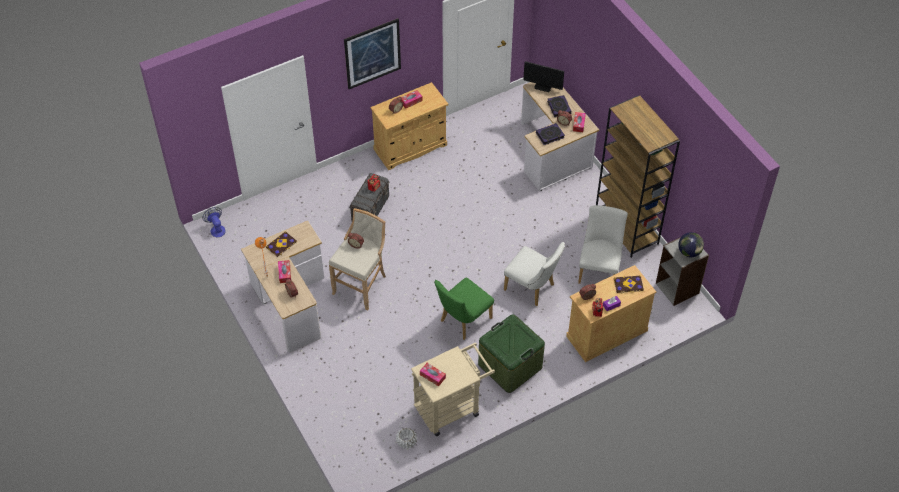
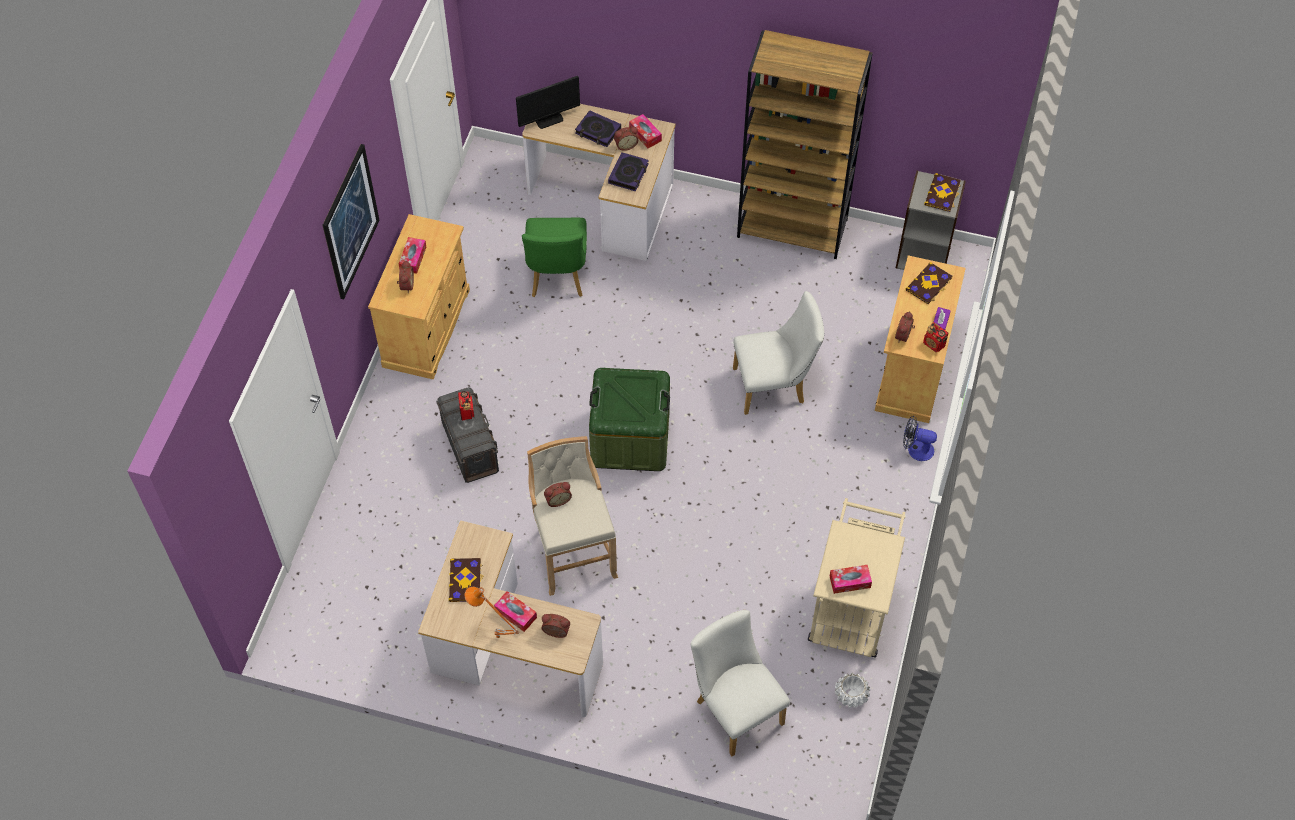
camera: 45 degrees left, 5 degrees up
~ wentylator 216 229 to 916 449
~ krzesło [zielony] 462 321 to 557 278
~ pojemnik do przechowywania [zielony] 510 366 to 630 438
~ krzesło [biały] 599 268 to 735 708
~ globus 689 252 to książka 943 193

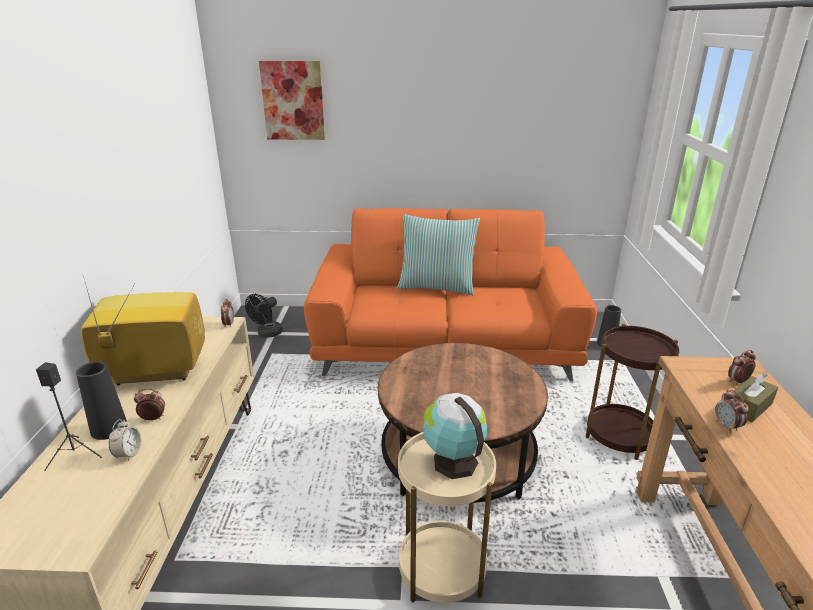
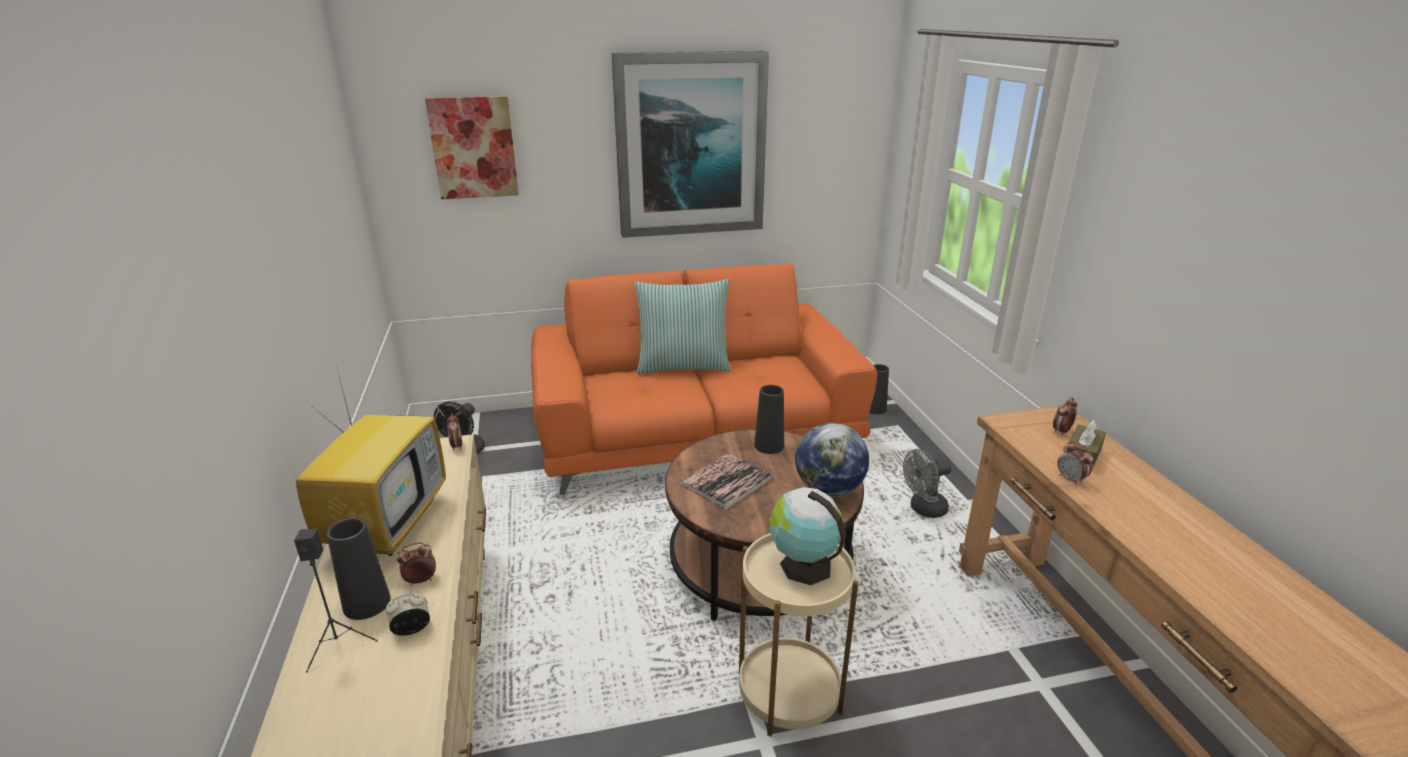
camera: 15 degrees left, 0 degrees up
~ telewizor 153 373 = 388 524 120 degrees clockwise
~ budzik 128 454 = 412 629 105 degrees counterclockwise
~ stolik [brązowy] 620 435 to wentylator [szary] 923 509
+ obraz 690 145
+ książka 726 481
+ wazon [czarny] 769 445
+ globus 828 489

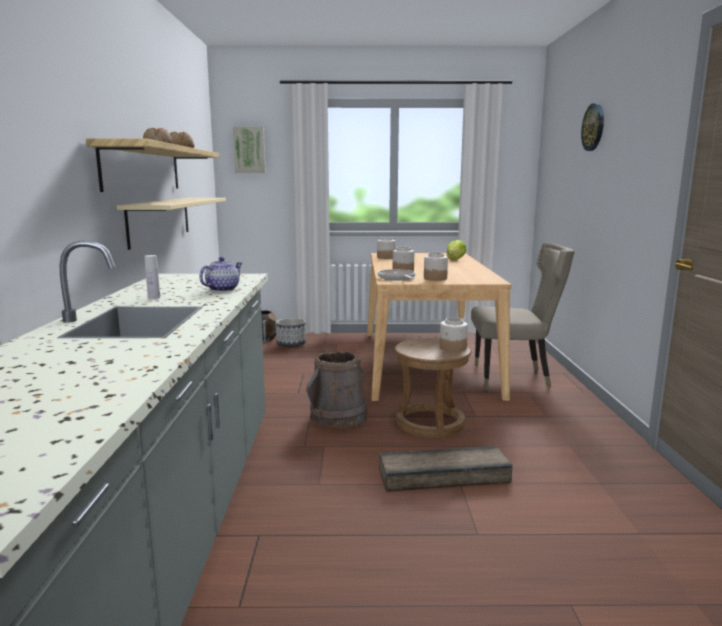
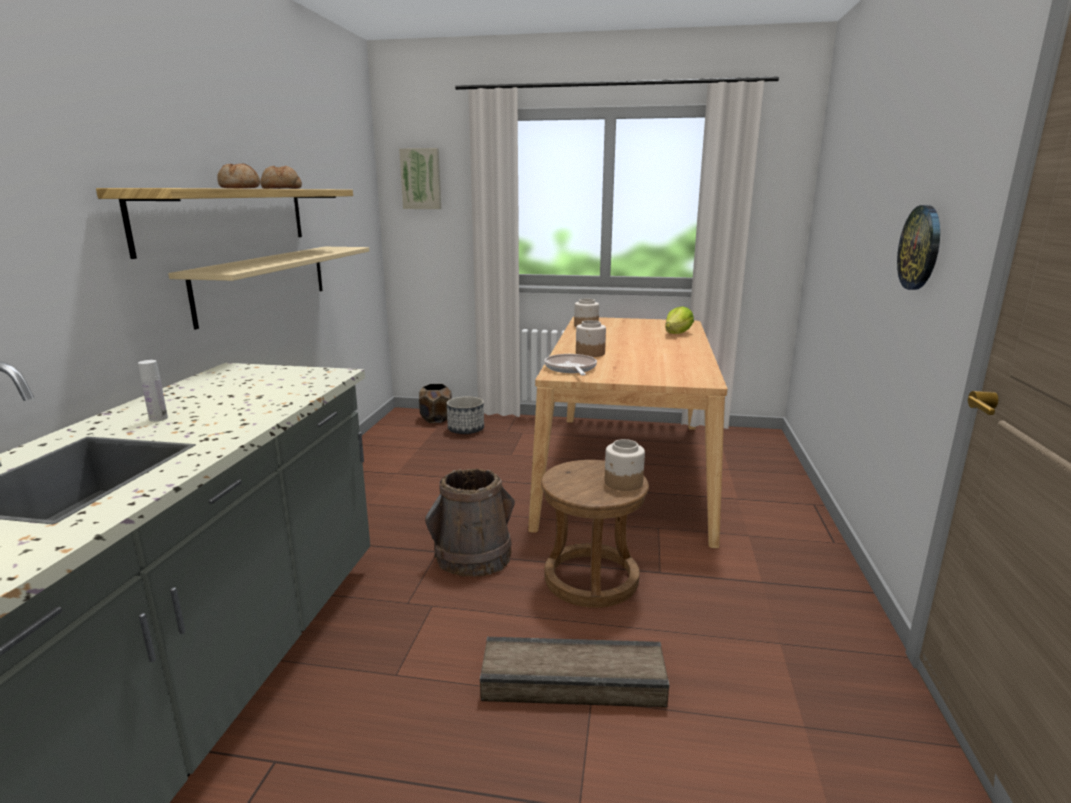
camera: 10 degrees right, 5 degrees up
- imbryk 223 289
- słoik 435 278
- krzesło [beżowy] 514 377
~ zegar ścienny 593 127 to 920 248

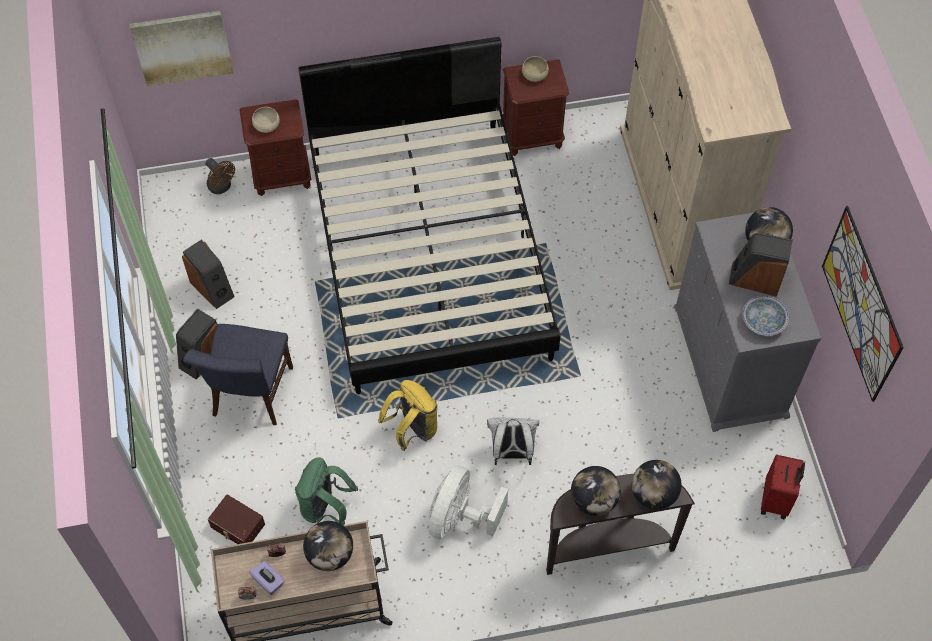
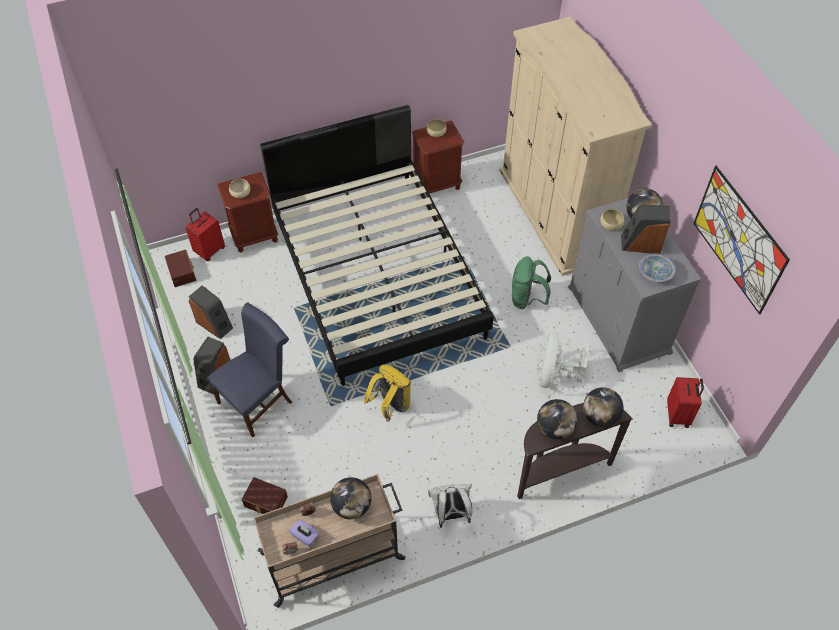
camera: 10 degrees left, 5 degrees down
- obraz 182 47
~ krzesło [niebieski] 251 396 = 259 400 135 degrees counterclockwise
~ wentylator [brązowy] 221 187 to walizka [czerwony] 209 250
~ plecak [zielony] 326 507 to 527 299
~ wentylator [biały] 460 517 to 553 374
~ plecak [biały] 512 453 to 450 514
+ pojemnik do przechowywania [brązowy] 182 272
+ miska [beżowy] 610 224

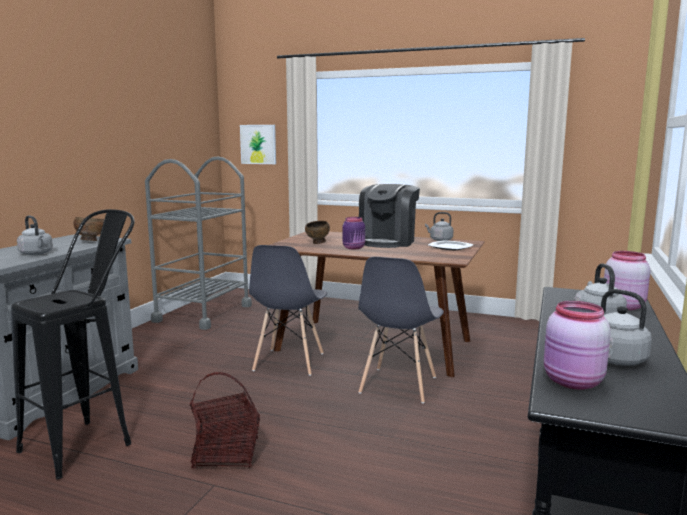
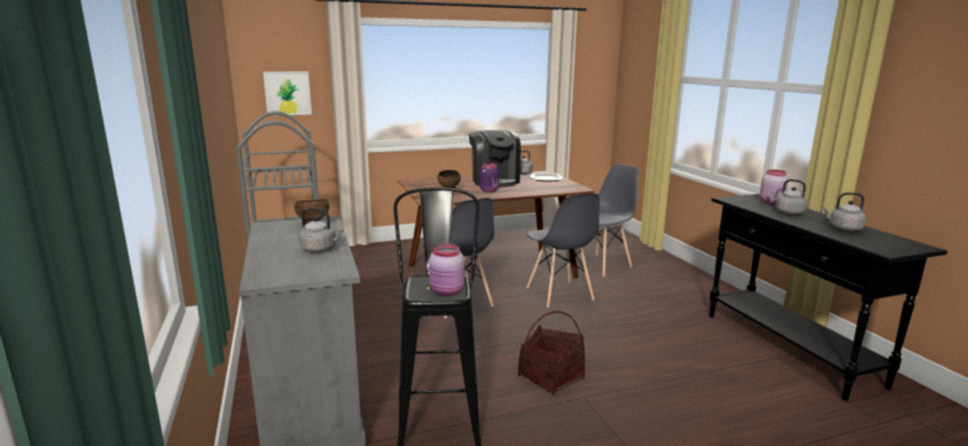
camera: 40 degrees left, 5 degrees up
~ słoik [różowy] 573 382 to 447 292
+ krzesło [szary] 600 265

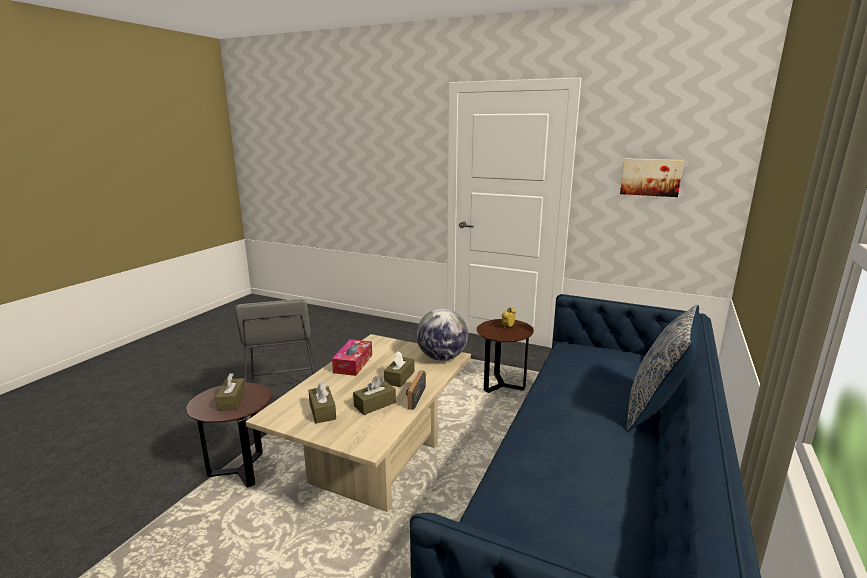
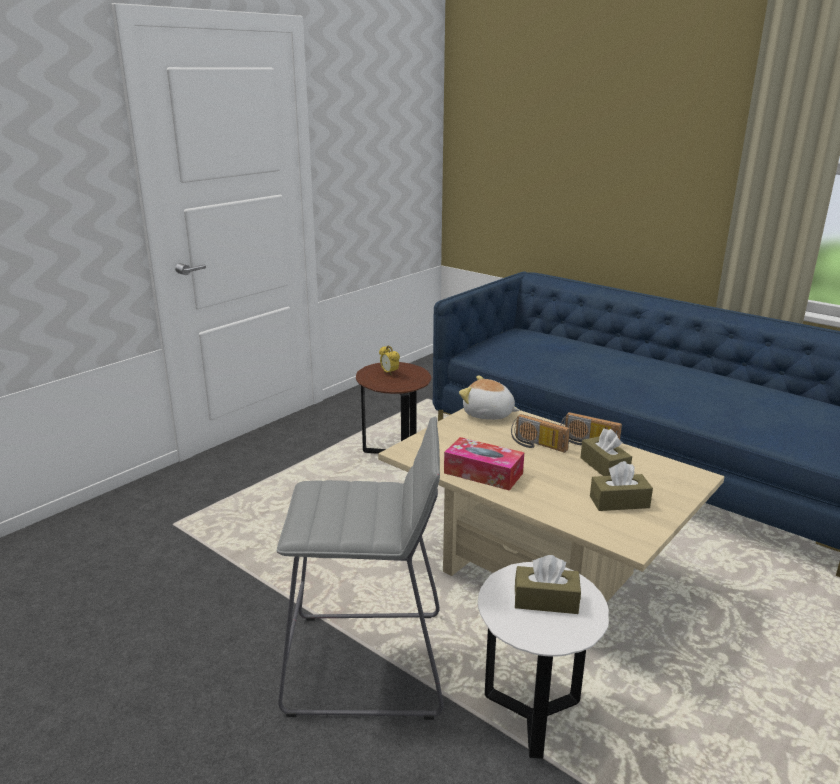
camera: 75 degrees left, 5 degrees up
~ stolik [brązowy] 240 472 to stolik [biały] 532 718
~ pudełko chusteczek [brązowy] 399 377 to radio 537 445
~ globus 441 358 to pluszak 488 414
- obraz 650 177
- poduszka 656 410

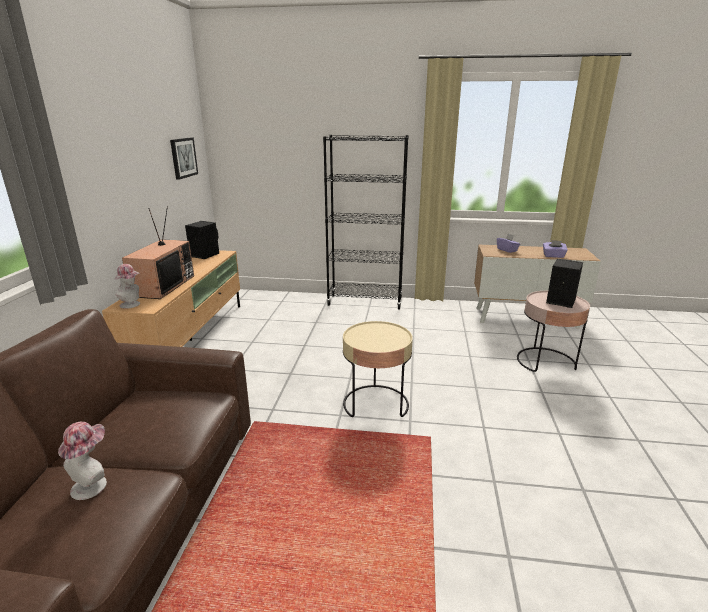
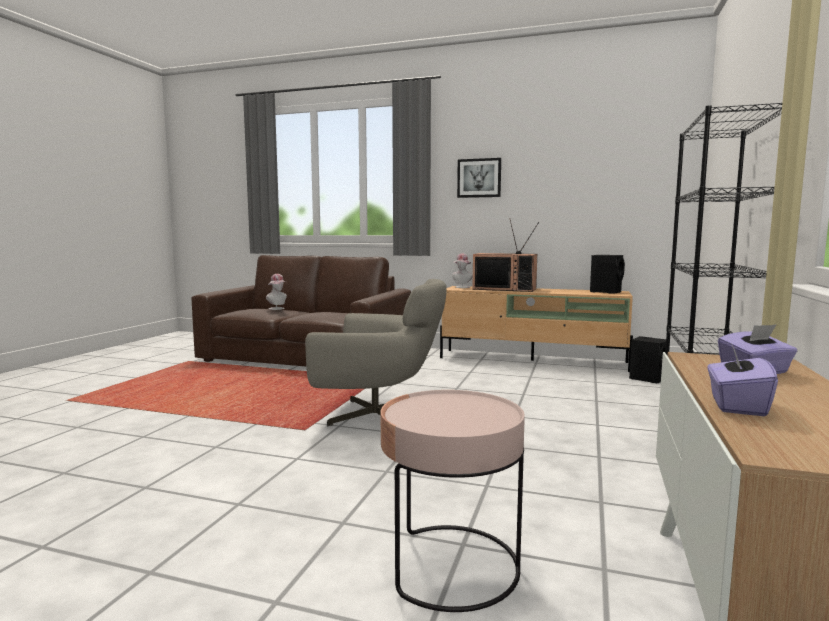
camera: 100 degrees right, 15 degrees down
~ obraz 183 157 to 479 178
~ stolik [beżowy] 376 404 to fotel [szary] 379 415
~ głośnik [czarny] 559 301 to 647 378

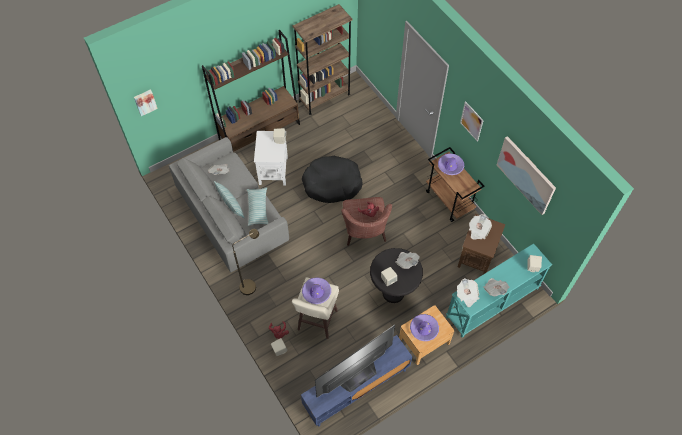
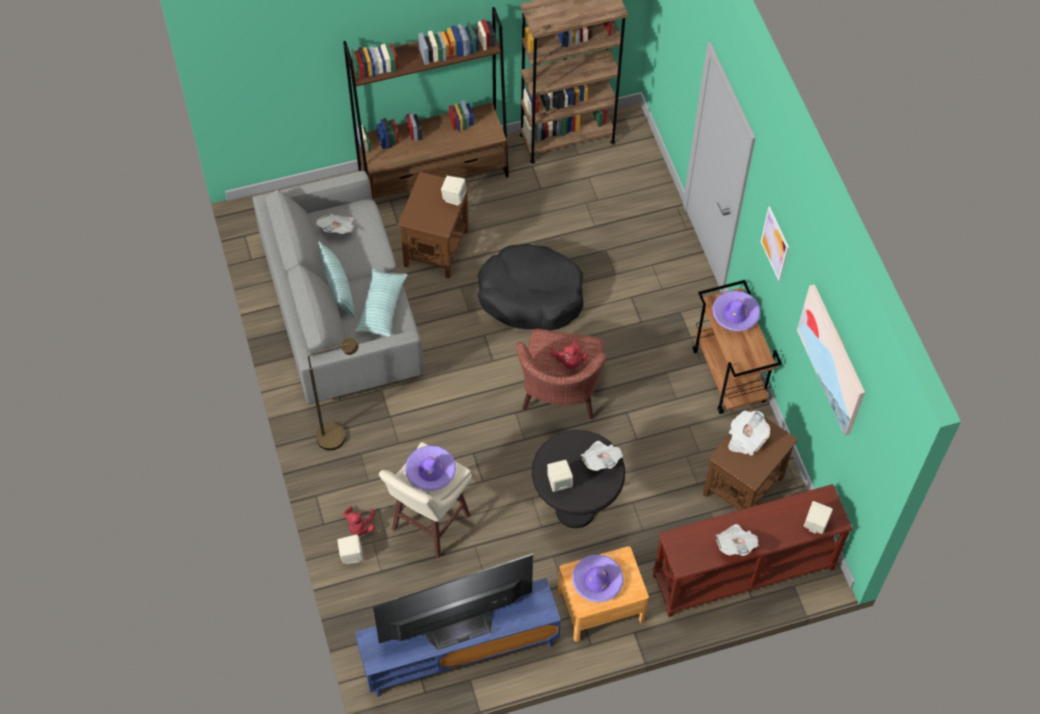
camera: 15 degrees right, 0 degrees up
- obraz 145 102
~ stolik [biały] 273 171 to stolik [brązowy] 436 248
~ stolik konsolowy [turkusowy] 492 303 to stolik konsolowy [brązowy] 743 573
- gazeta 467 295

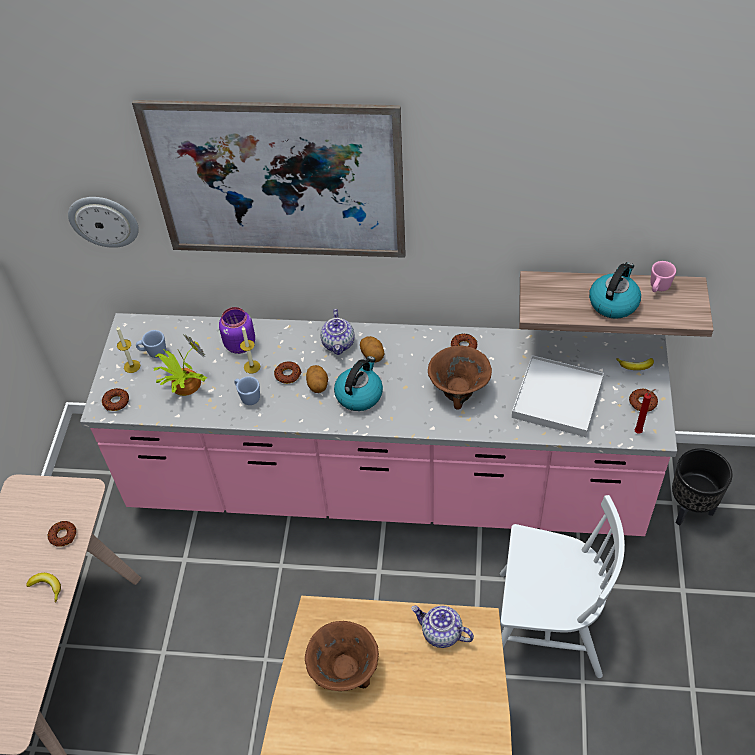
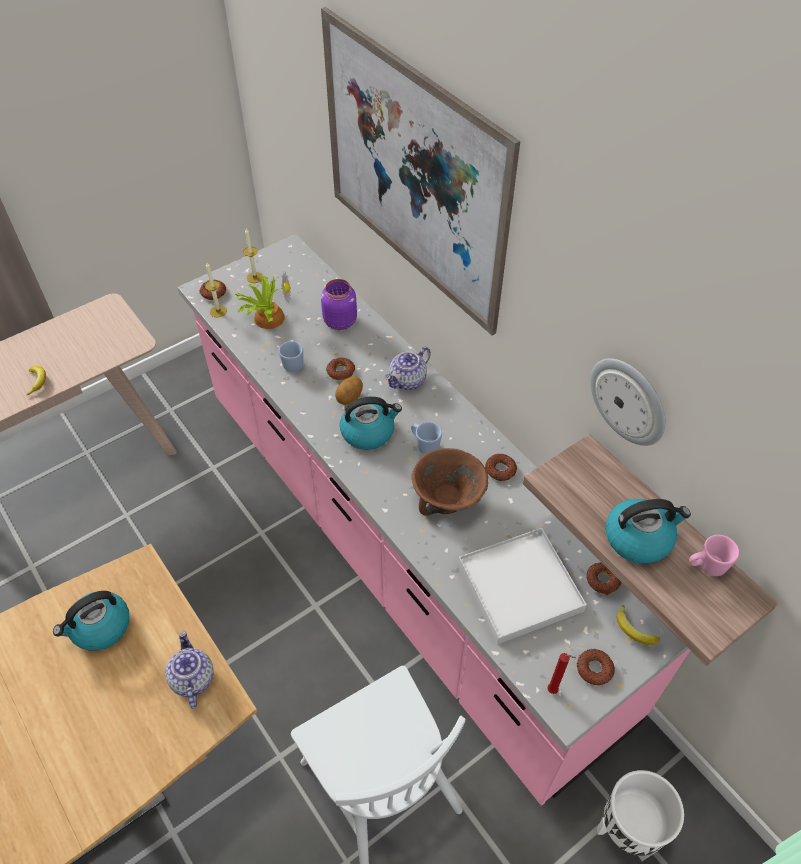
camera: 45 degrees right, 0 degrees up
~ donut 63 535 to 603 580
~ zegar ścienny 104 220 to 629 400
~ kubek [niebieski] 153 352 to 424 445
~ świeca 252 367 to 218 311
~ miska [brązowy] 345 669 to czajnik 100 627
- ziemniak 373 355
~ donica [czarny] 690 510 to donica [biały] 626 832

